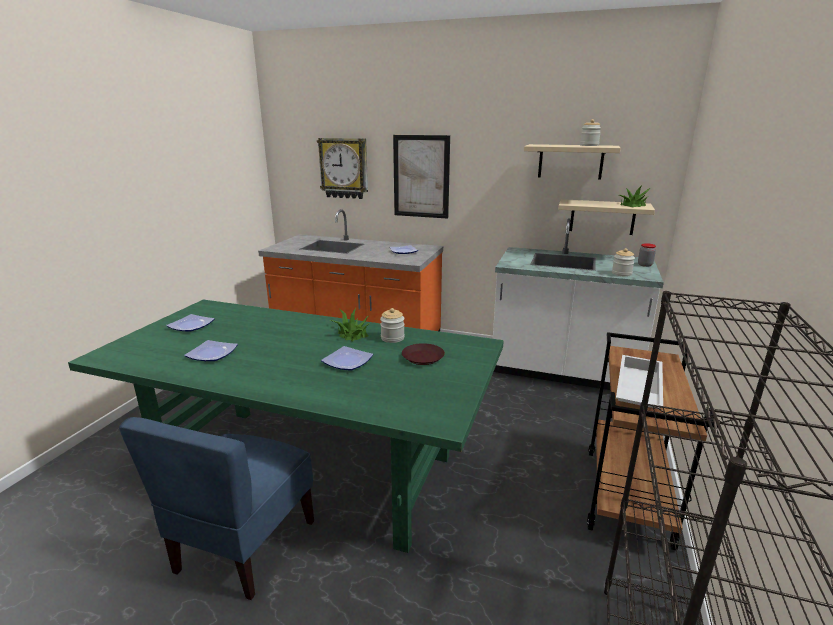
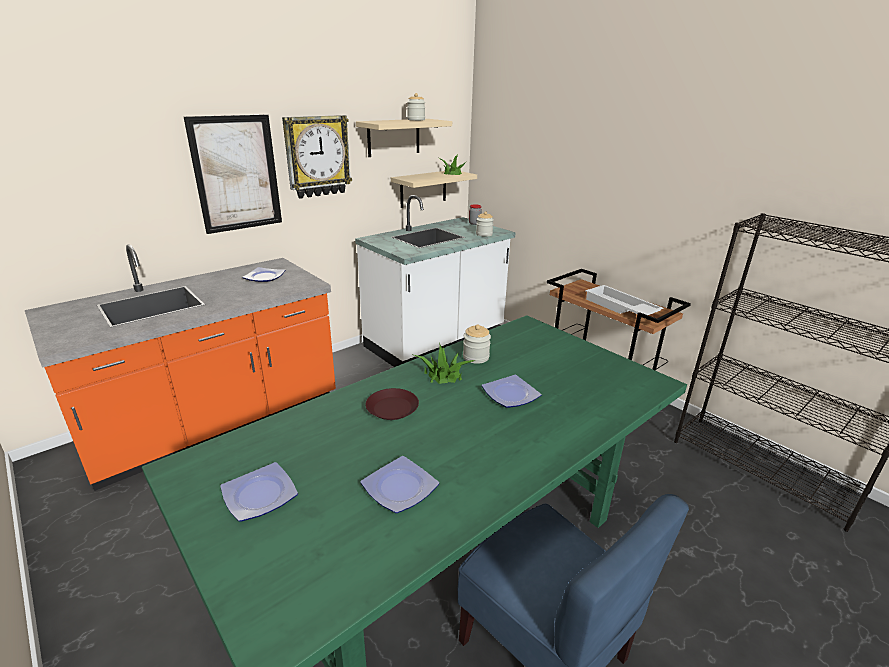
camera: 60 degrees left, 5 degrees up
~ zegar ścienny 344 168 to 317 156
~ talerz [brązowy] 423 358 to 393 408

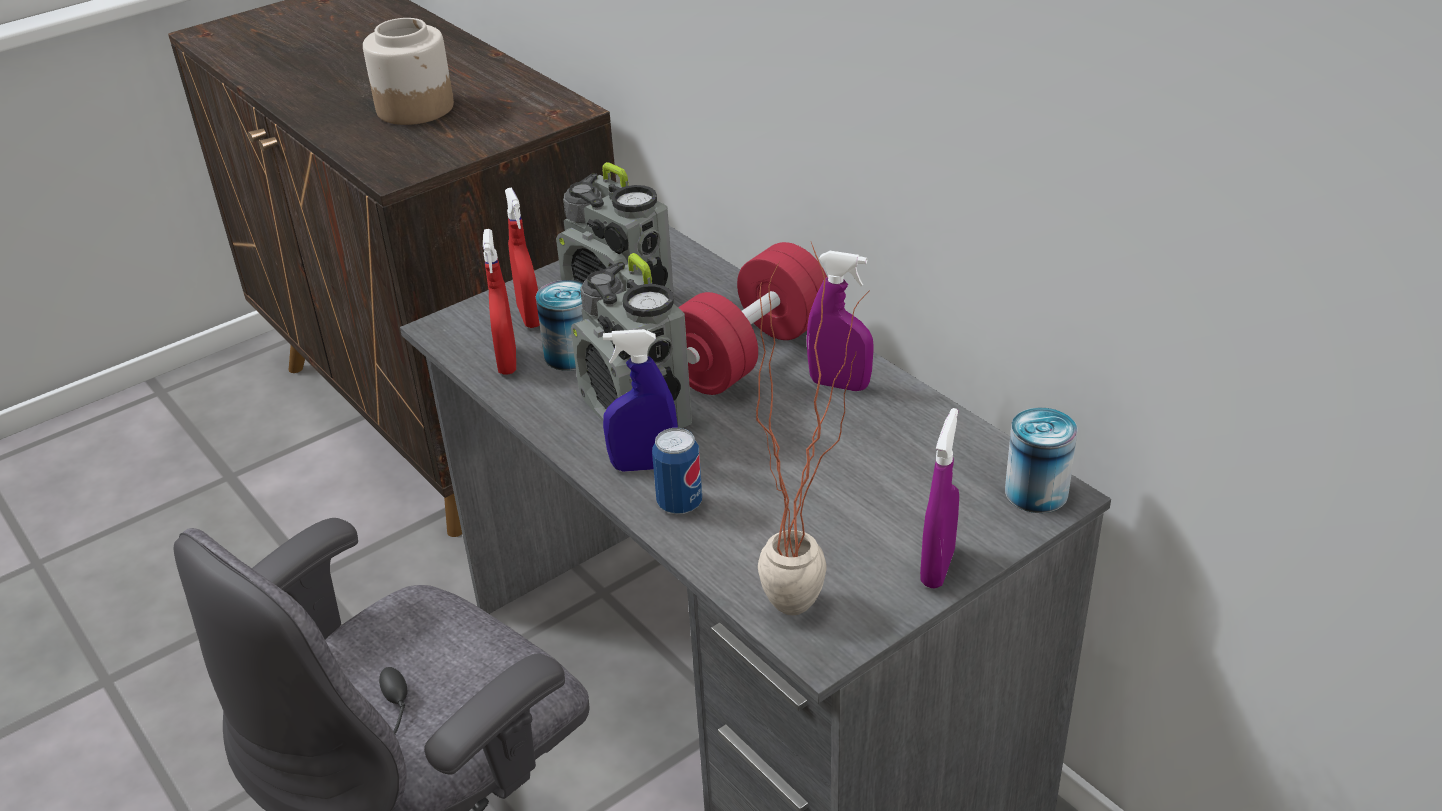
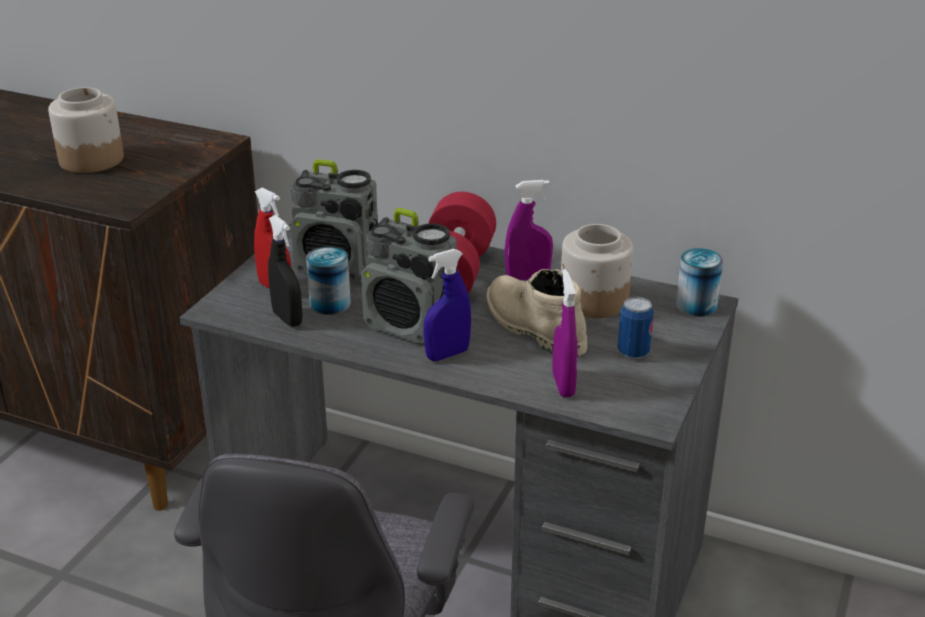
camera: 30 degrees left, 5 degrees down
~ spryskiwacz [czerwony] 507 361 to spryskiwacz [czarny] 287 319
~ puszka 679 503 to 633 352
- roślina doniczkowa 814 606
~ spryskiwacz [fioletowy] 937 567 to 563 385
+ but z cholewką [beżowy] 532 327
+ słoik 593 301

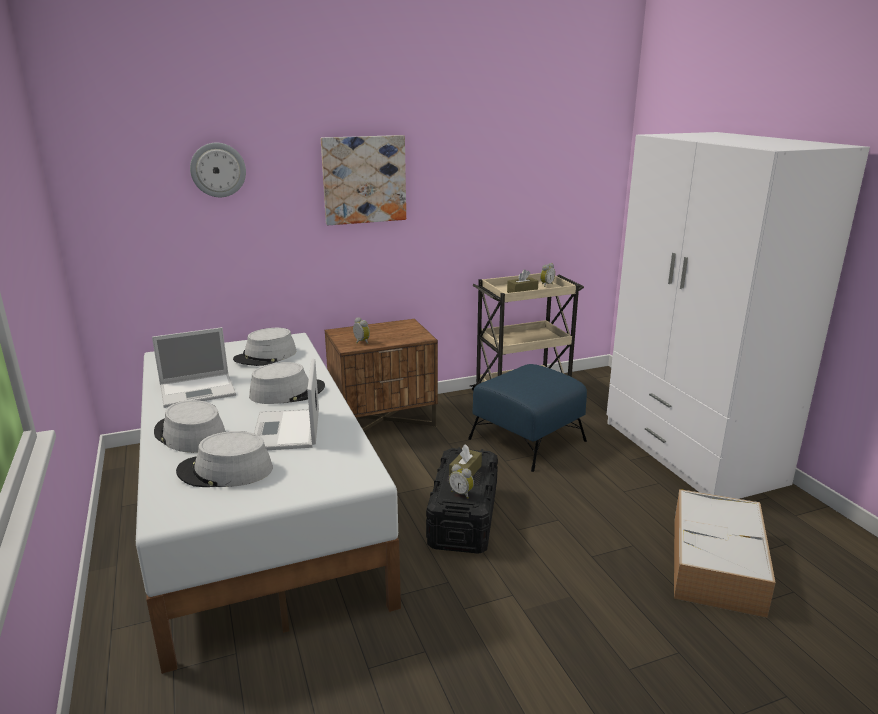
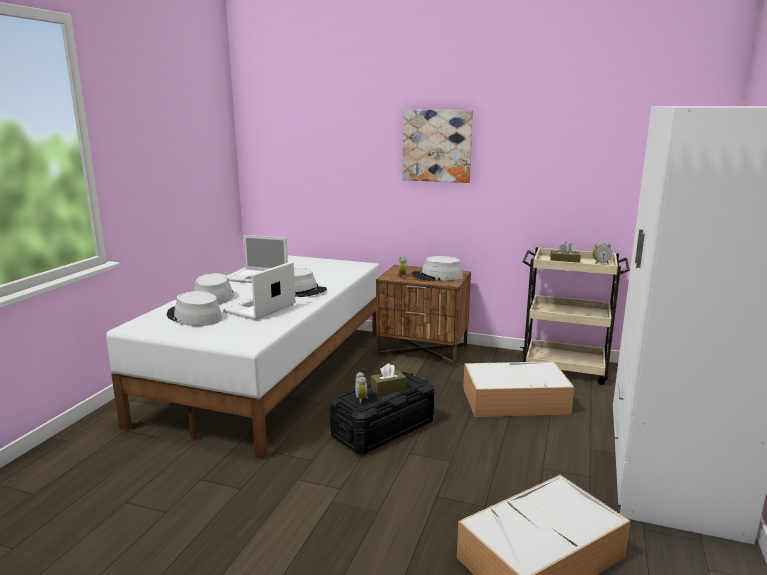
camera: 40 degrees right, 5 degrees down
- zegar ścienny 218 170
~ kapelusz [szary] 265 356 to 437 276
~ pufa [niebieski] 528 440 to pojemnik do przechowywania 516 400

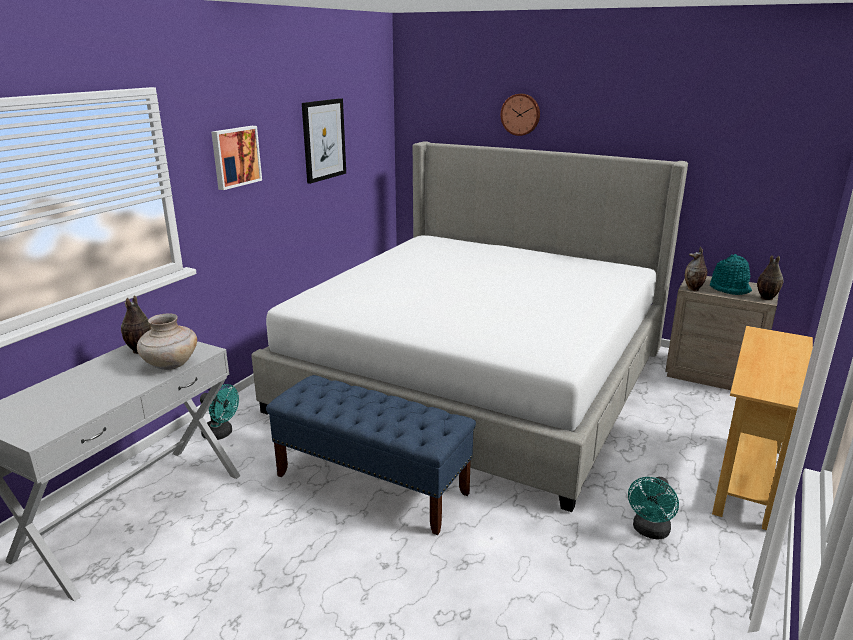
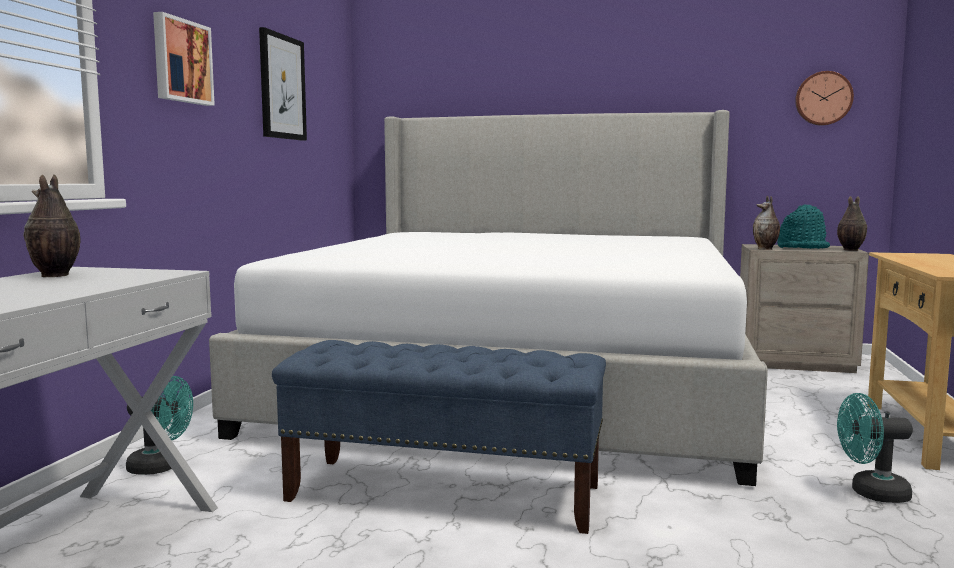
camera: 15 degrees left, 15 degrees down
- wazon [beżowy] 170 365
~ zegar ścienny 521 114 to 823 98
~ wentylator [turkusowy] 649 531 = 871 493 75 degrees clockwise

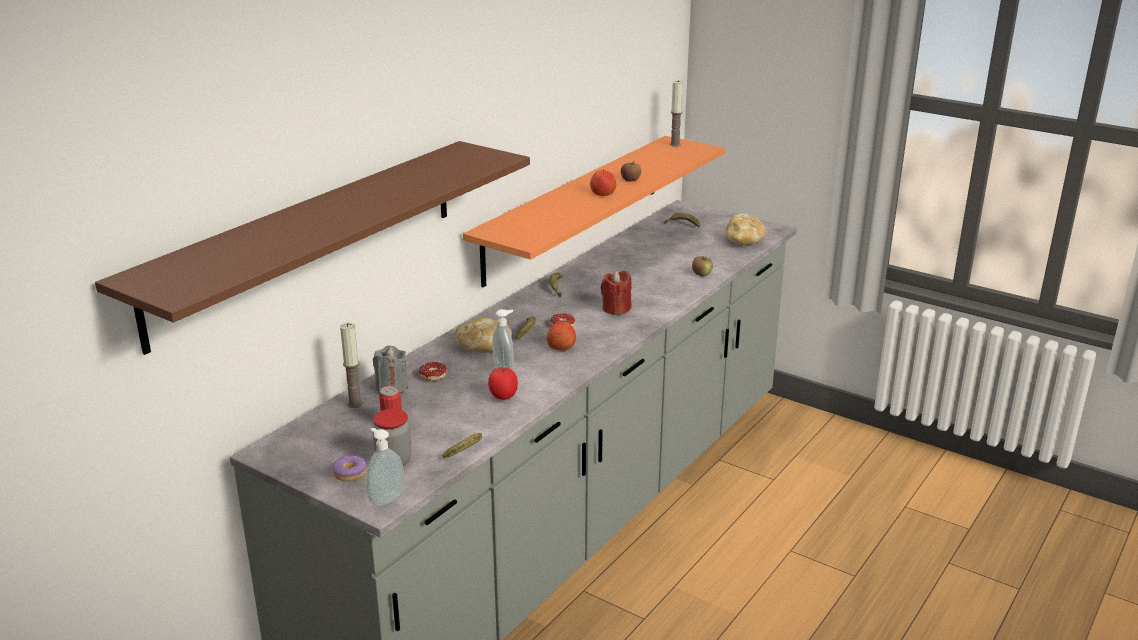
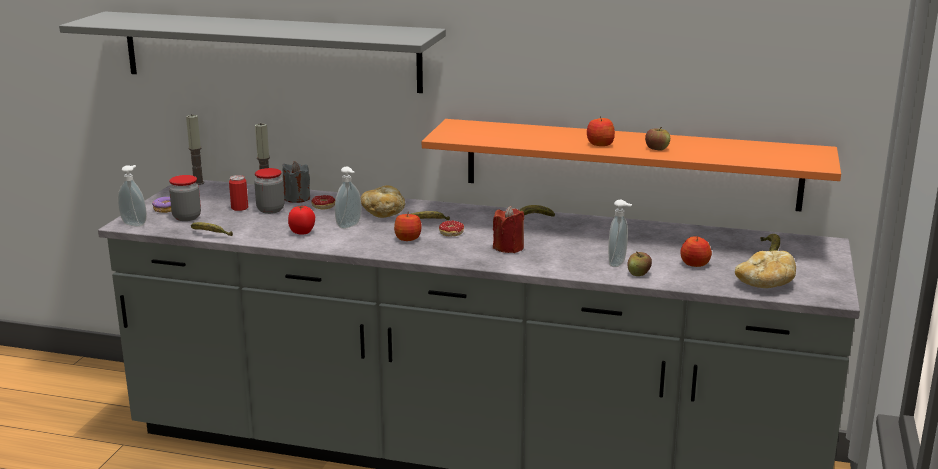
camera: 70 degrees right, 5 degrees down
~ półka [brązowy] 309 238 to półka [szary] 270 51
~ świeca 675 144 to 198 182
+ słoik 270 210
+ dozownik mydła 618 263
+ jabłko 695 264

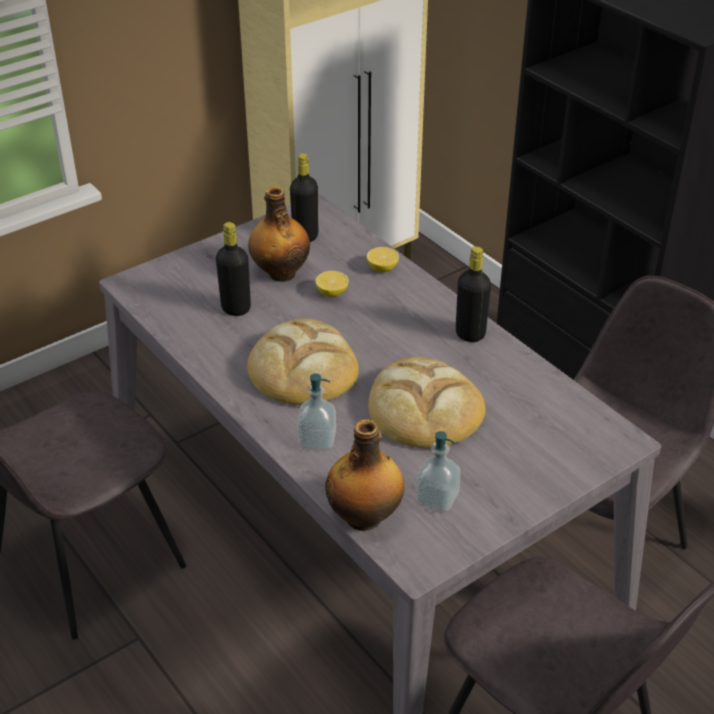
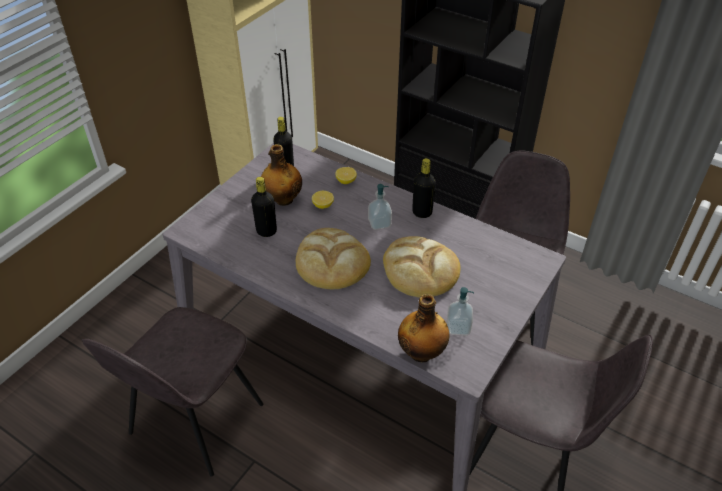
camera: 20 degrees left, 5 degrees up
~ dozownik mydła 317 440 to 379 223

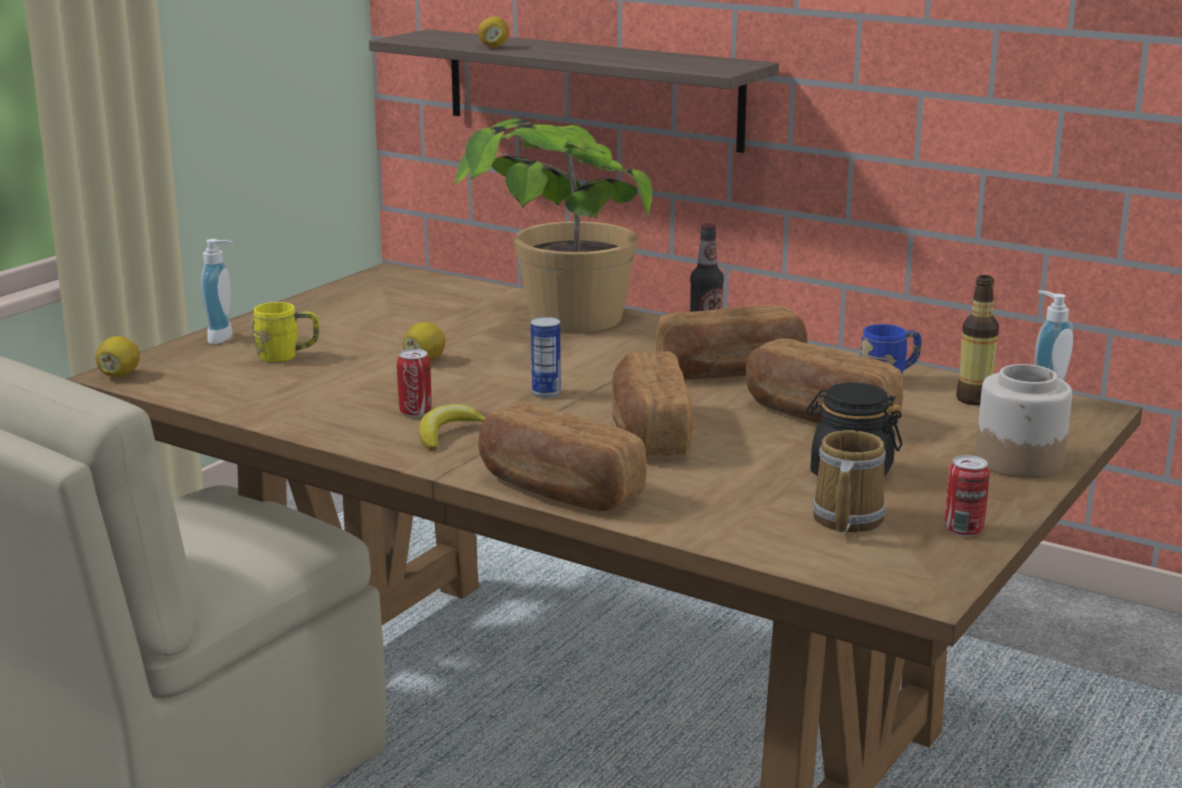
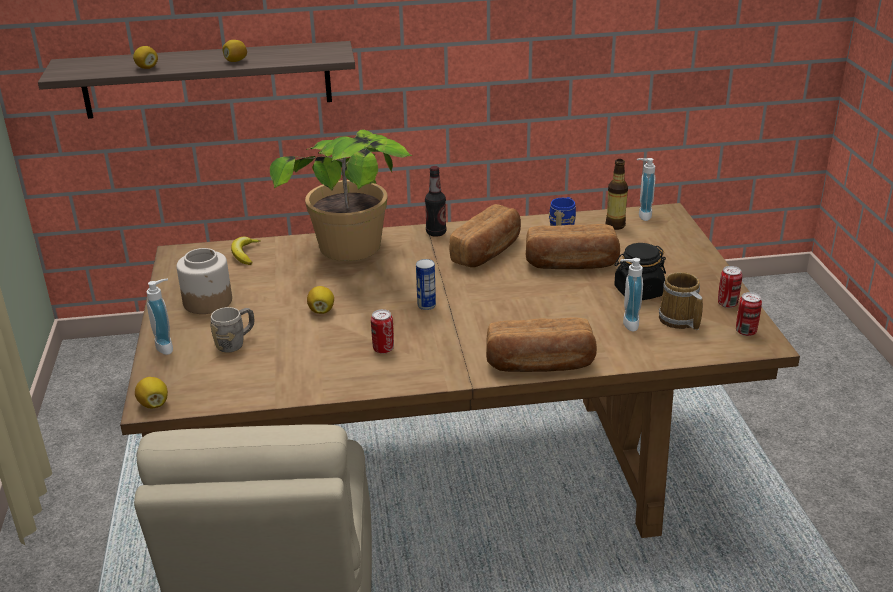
camera: 40 degrees left, 10 degrees up
~ kubek [żółty] 287 356 to kubek [szary] 235 343
~ banan 449 435 to 245 254
- chleb 648 433
~ słoik 1020 461 to 208 301
+ cytryna 235 61
+ dozownik mydła 627 323
+ puszka 746 331

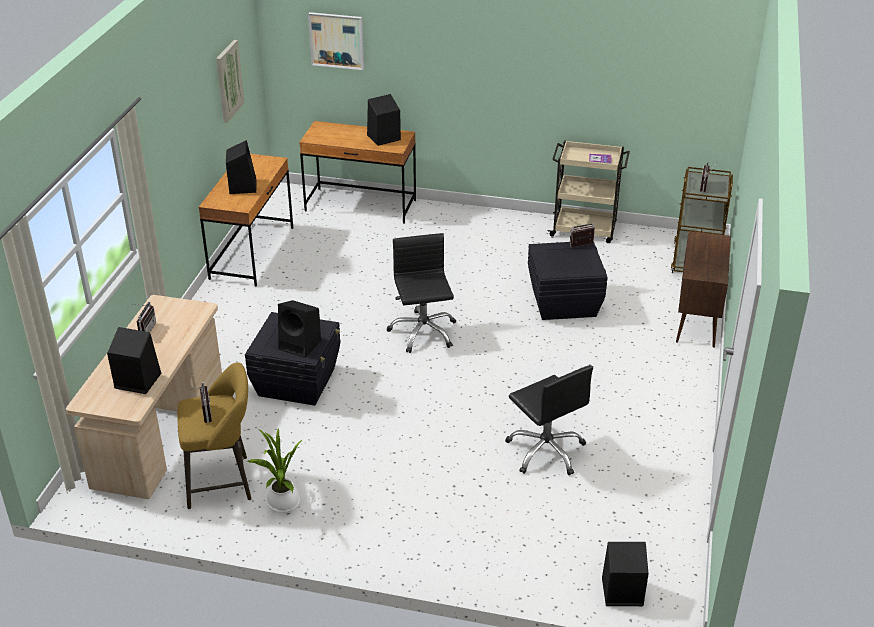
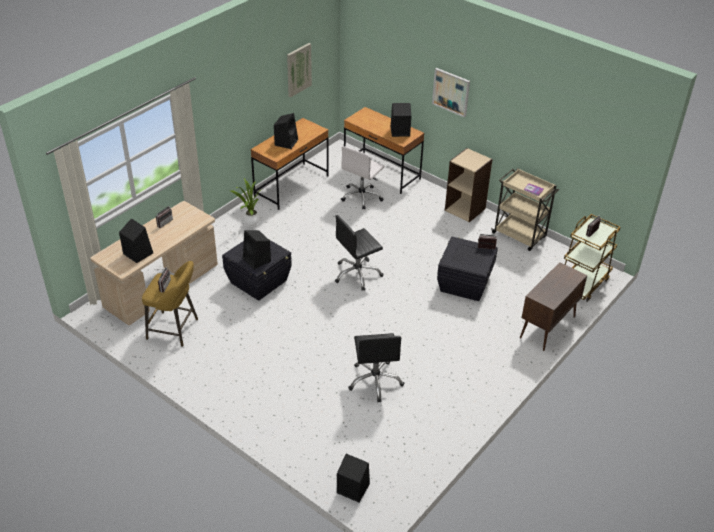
camera: 25 degrees right, 5 degrees up
~ roślina doniczkowa 282 505 to 250 223
~ obraz 337 40 to 451 92
~ krzesło biurowe [czarny] 423 332 = 357 274 135 degrees counterclockwise
+ krzesło biurowe [biały] 362 196
+ regał [beżowy] 465 209

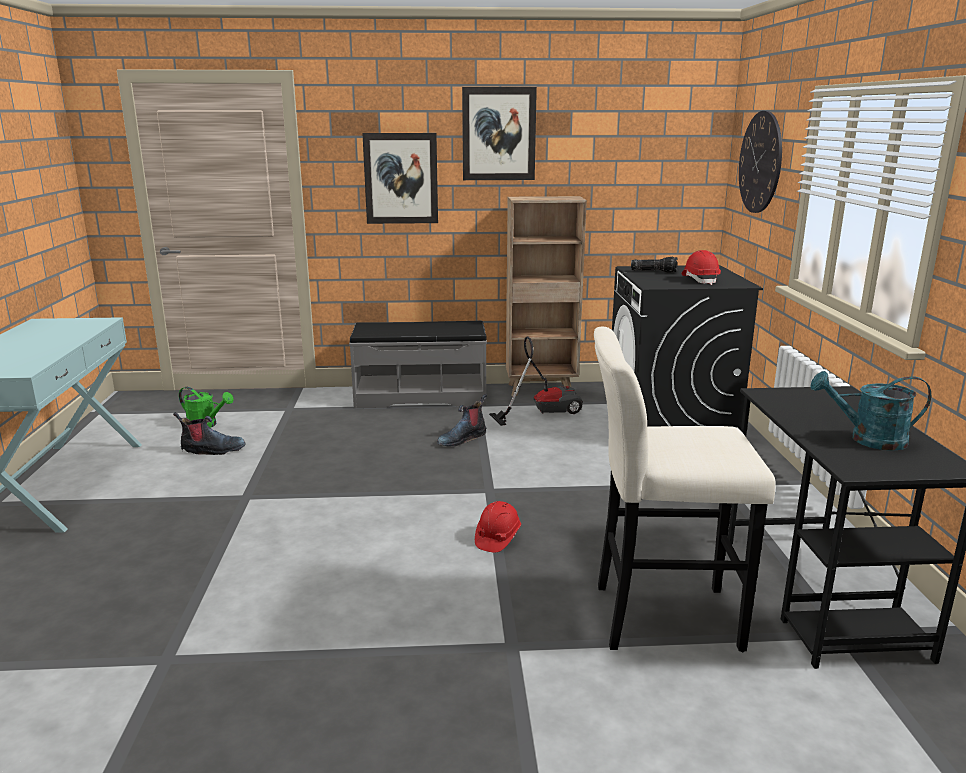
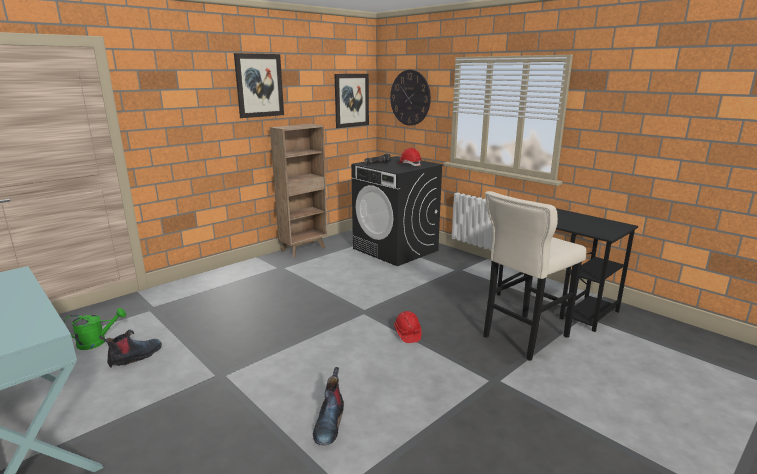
camera: 40 degrees left, 0 degrees up
- ławka [szary] 420 396
~ obraz 401 178 to 351 100
~ but z cholewką 462 439 to 329 423
- odkurzacz 543 411
- konewka [turkusowy] 868 440

